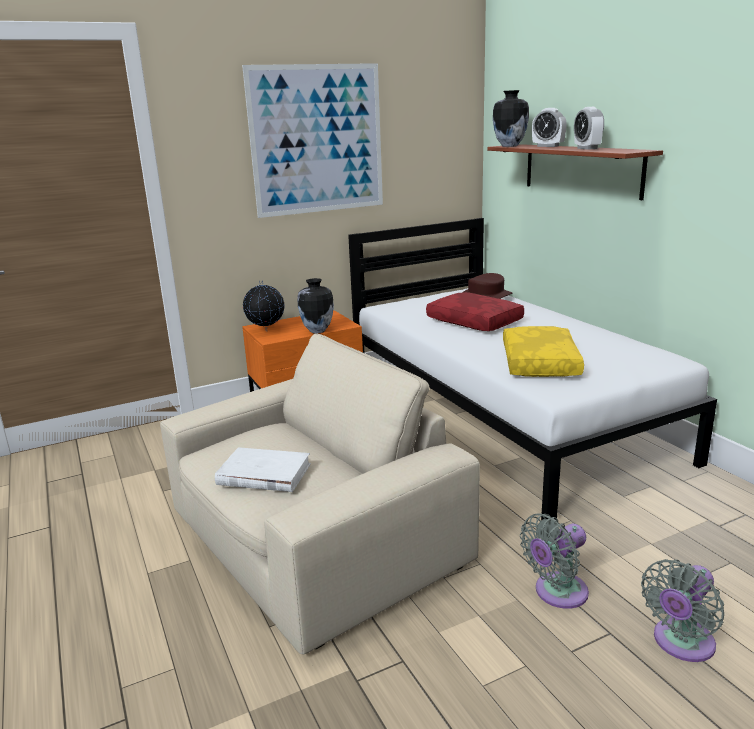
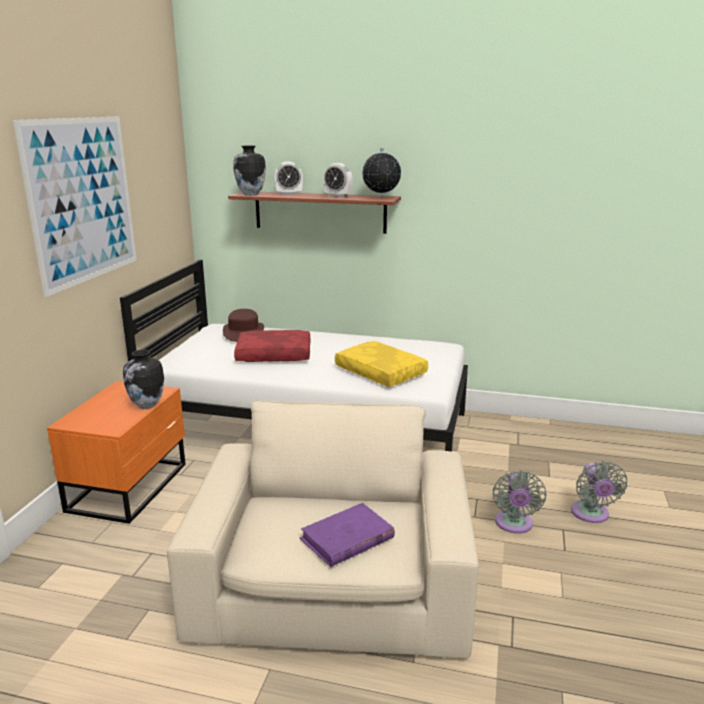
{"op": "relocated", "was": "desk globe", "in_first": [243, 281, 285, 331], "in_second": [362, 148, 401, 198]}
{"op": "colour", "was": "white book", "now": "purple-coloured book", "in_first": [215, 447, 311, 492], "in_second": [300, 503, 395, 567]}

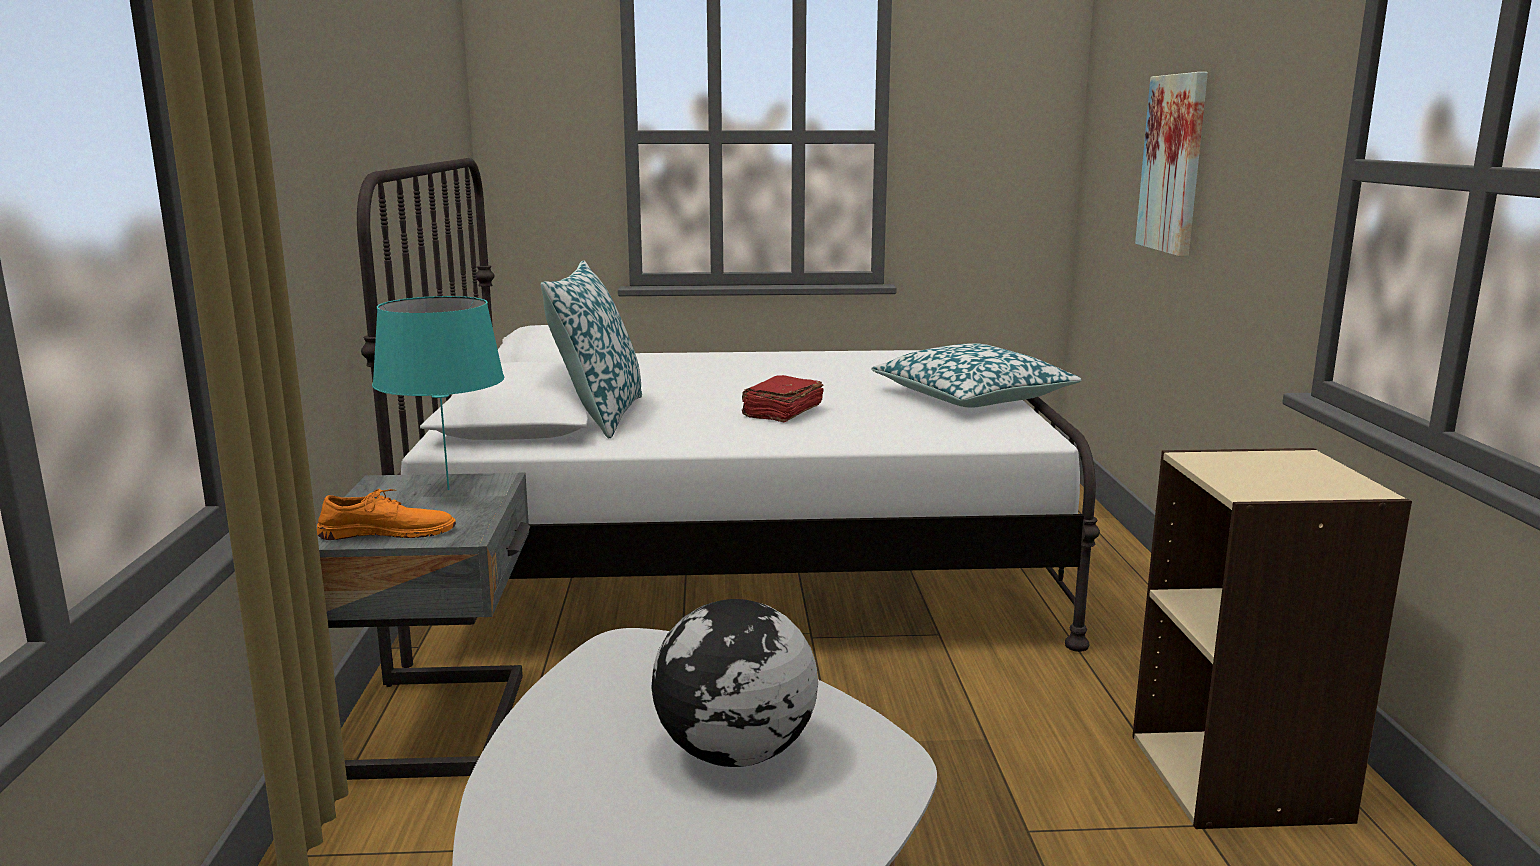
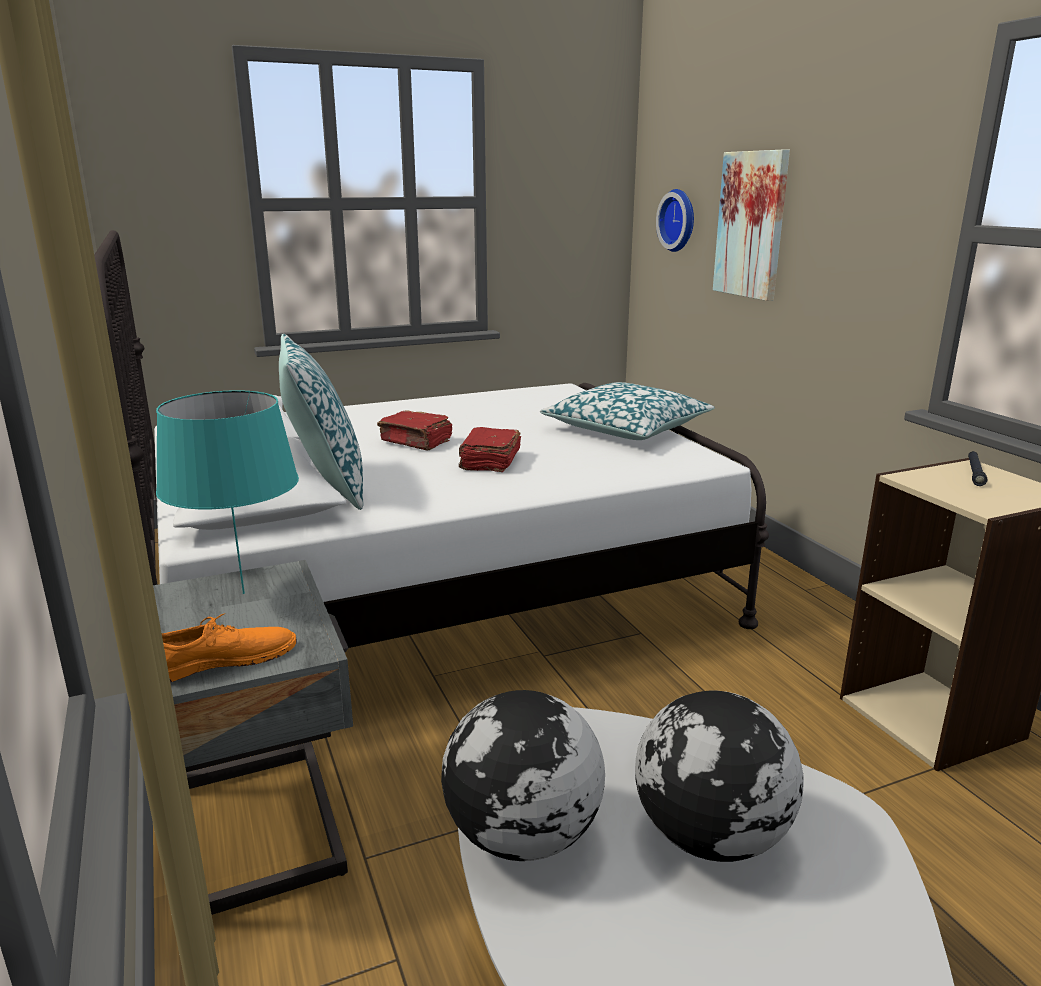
{"op": "appeared", "now": "reddish book", "in_second": [377, 410, 452, 450]}
{"op": "appeared", "now": "desk globe", "in_second": [441, 690, 605, 861]}
{"op": "appeared", "now": "wall clock", "in_second": [656, 189, 694, 252]}
{"op": "appeared", "now": "black flashlight", "in_second": [968, 451, 987, 486]}

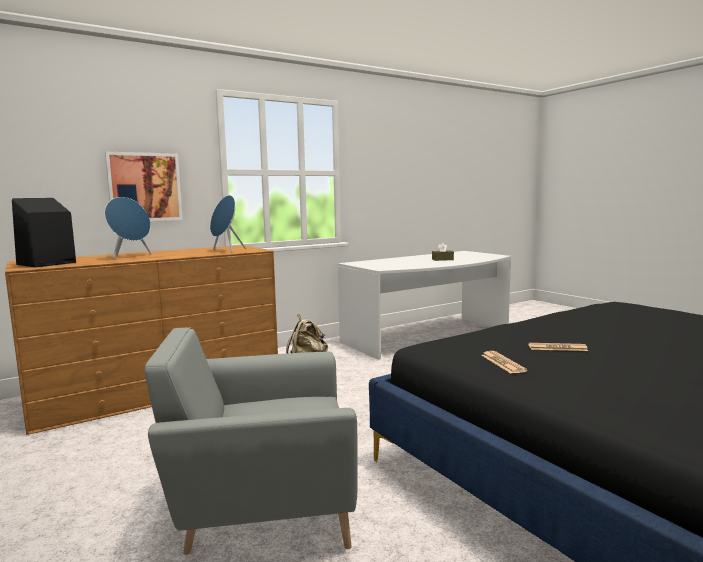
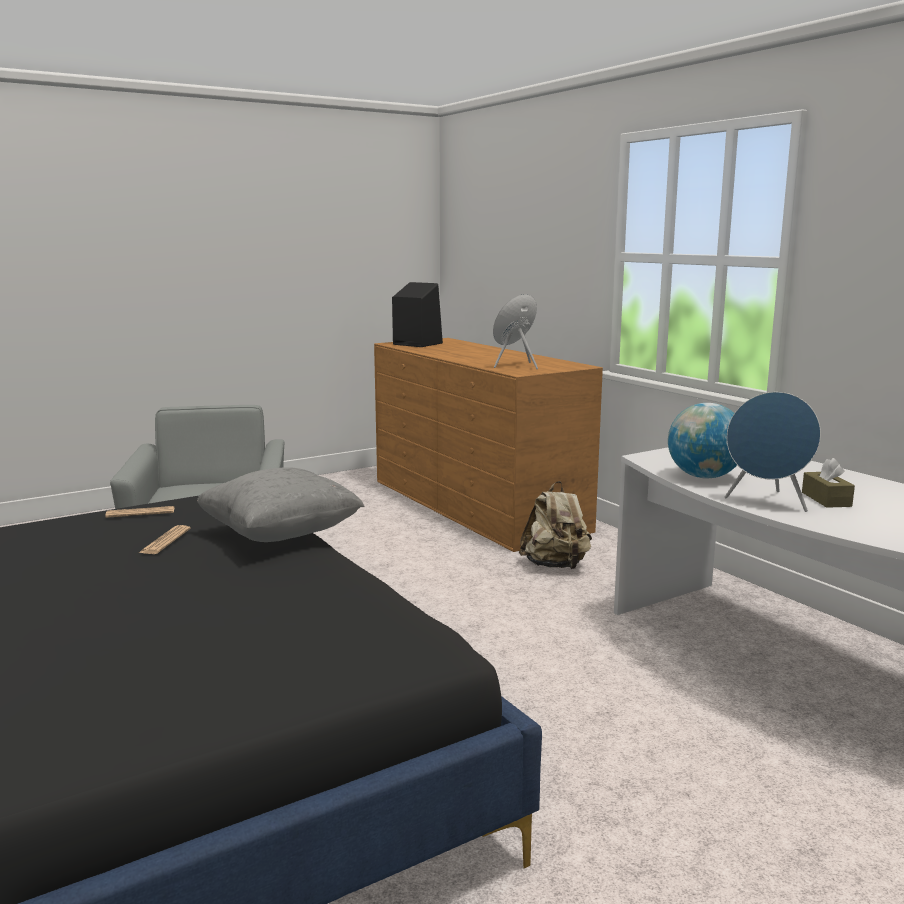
{"op": "missing", "was": "wall picture", "in_first": [105, 152, 183, 221]}
{"op": "appeared", "now": "greyish throw pillow", "in_second": [197, 467, 365, 542]}
{"op": "appeared", "now": "desk globe", "in_second": [668, 403, 737, 478]}
{"op": "relocated", "was": "blue-coloured loudspeaker", "in_first": [105, 197, 152, 259], "in_second": [725, 392, 821, 512]}

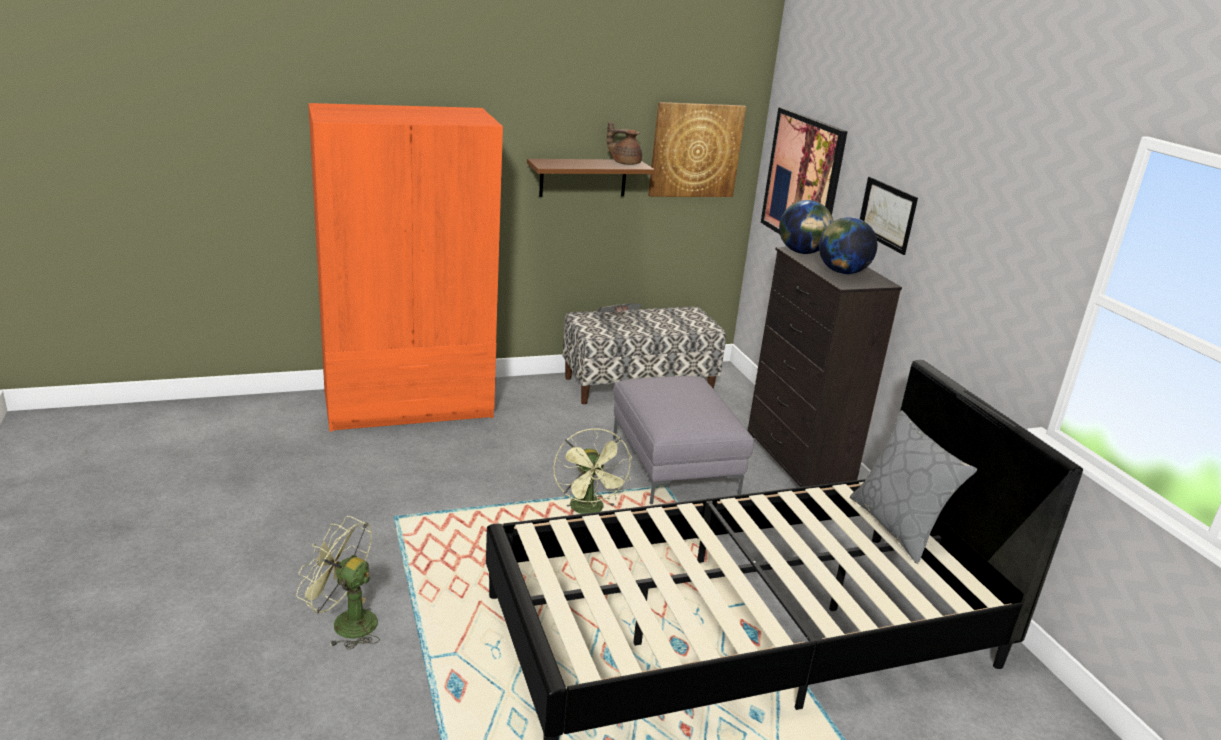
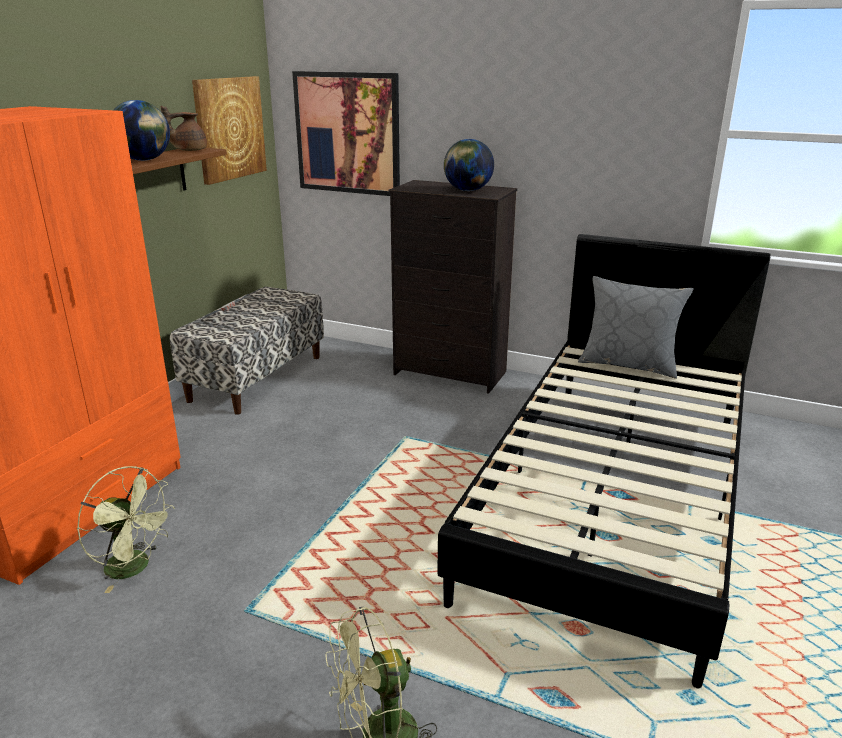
{"op": "missing", "was": "greyish pouffe", "in_first": [613, 376, 754, 504]}
{"op": "missing", "was": "wall picture", "in_first": [860, 177, 918, 255]}
{"op": "relocated", "was": "green-coloured fan", "in_first": [553, 428, 632, 514], "in_second": [77, 466, 175, 593]}
{"op": "relocated", "was": "desk globe", "in_first": [779, 200, 833, 254], "in_second": [114, 100, 170, 161]}

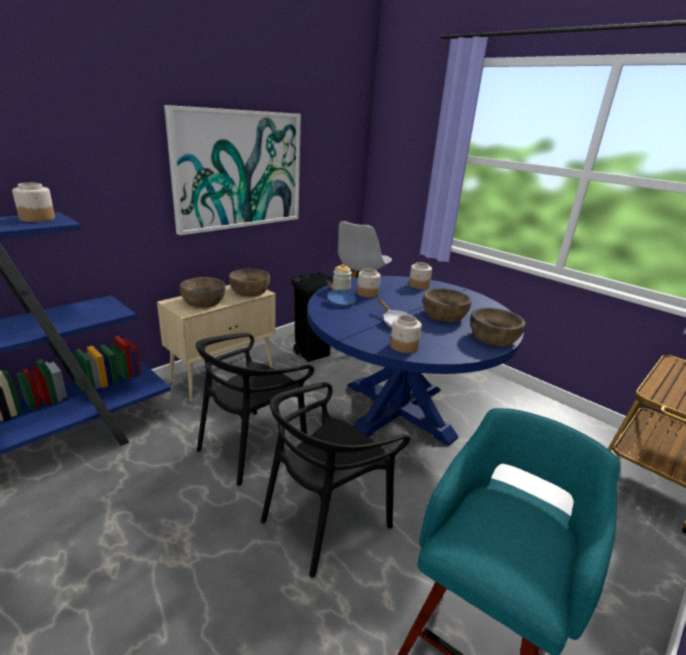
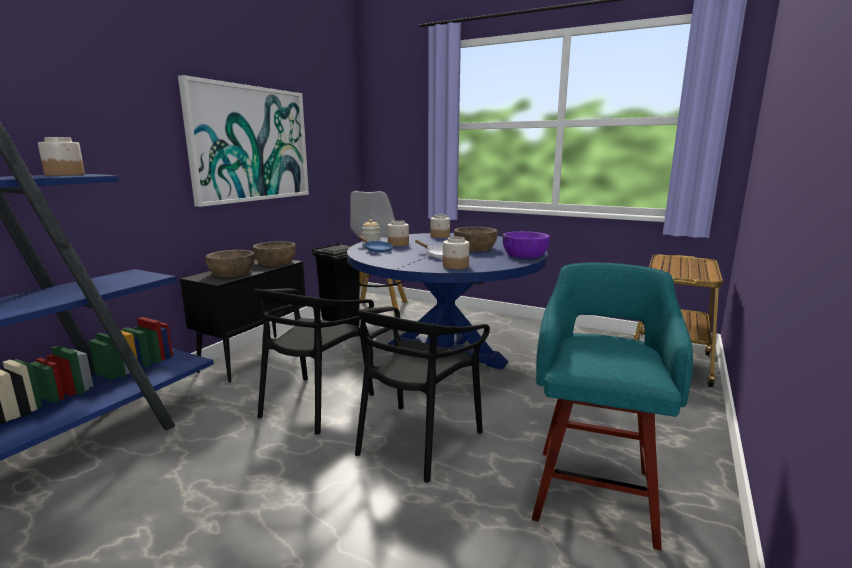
{"op": "colour", "was": "beige storage cabinet", "now": "black storage cabinet", "in_first": [157, 285, 276, 401], "in_second": [180, 260, 306, 383]}
{"op": "colour", "was": "brown-coloured deep dish", "now": "purple-coloured deep dish", "in_first": [470, 308, 526, 346], "in_second": [503, 231, 550, 258]}

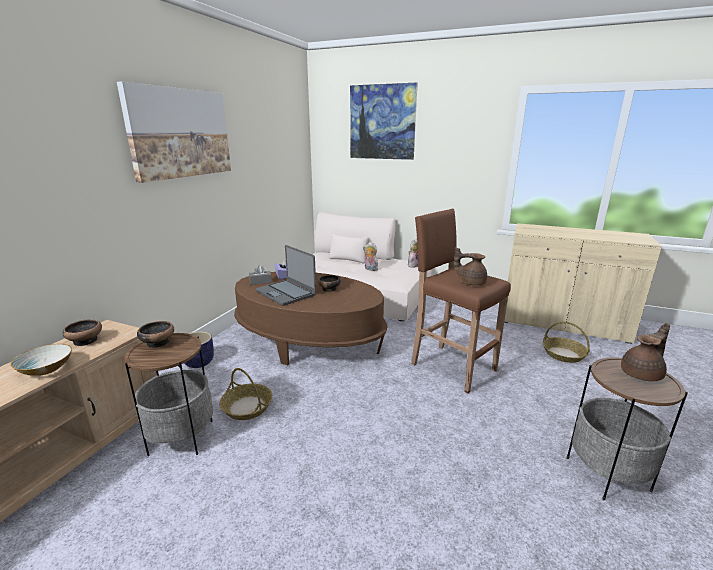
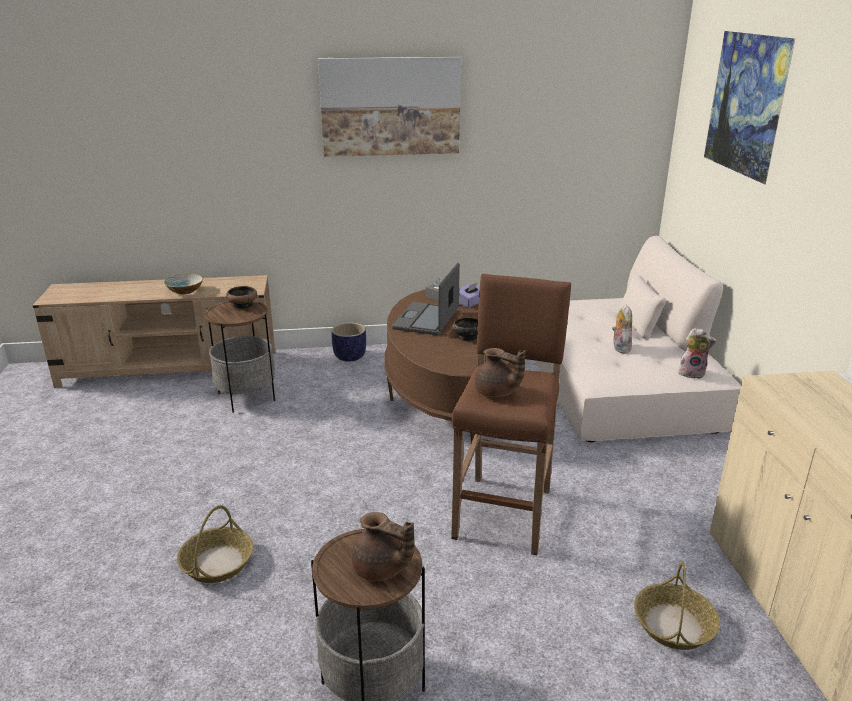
{"op": "missing", "was": "deep dish", "in_first": [62, 319, 102, 346]}
{"op": "relocated", "was": "household basket", "in_first": [219, 368, 273, 420], "in_second": [177, 505, 253, 583]}
{"op": "spun", "was": "brown-coloured tea pot", "in_first": [454, 247, 487, 286], "in_second": [475, 348, 526, 397], "clockwise": 135}

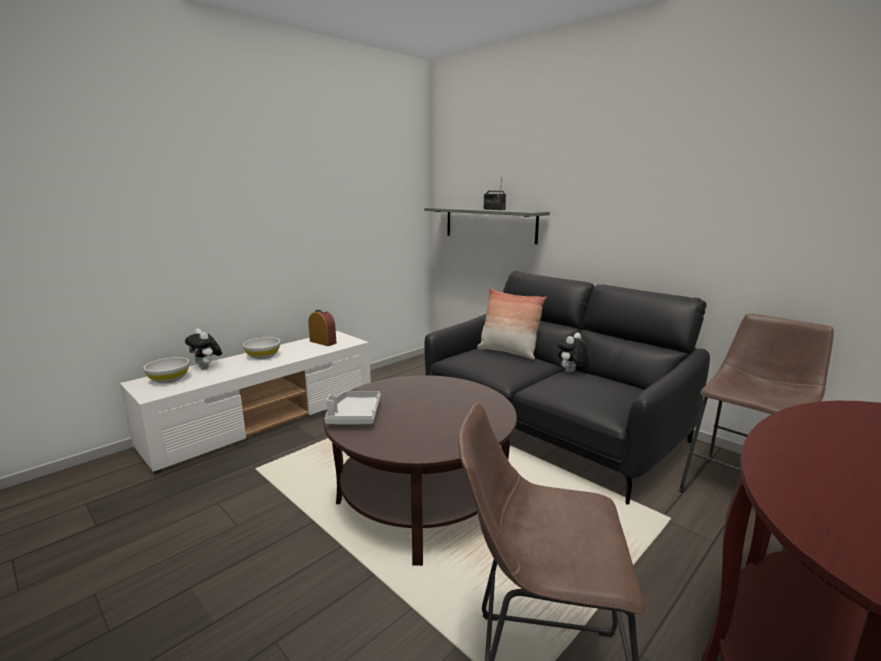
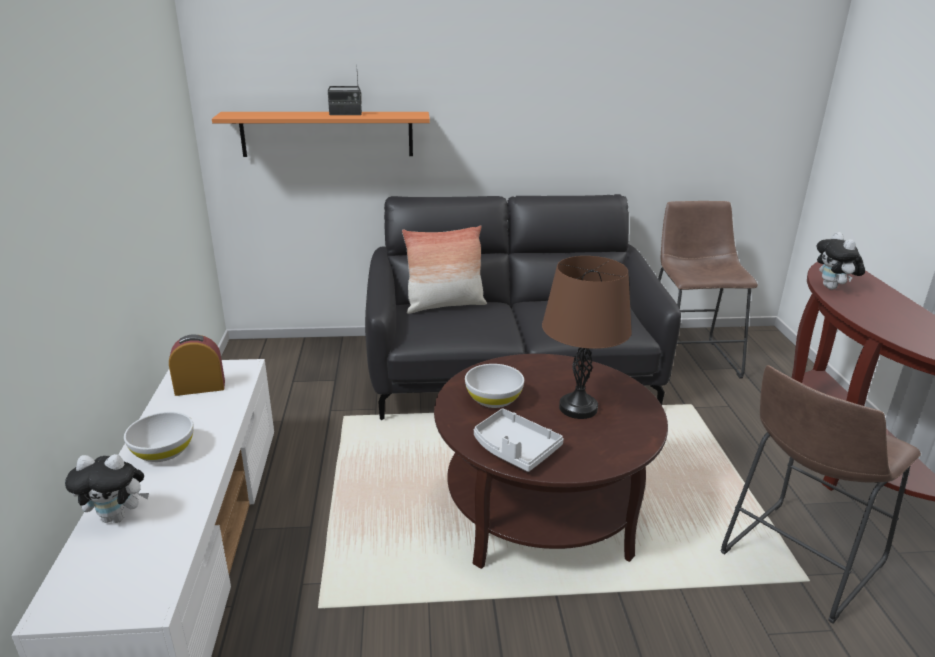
{"op": "appeared", "now": "brown-coloured table lamp", "in_second": [542, 256, 632, 419]}
{"op": "relocated", "was": "white deep dish", "in_first": [144, 357, 189, 384], "in_second": [465, 364, 524, 408]}
{"op": "relocated", "was": "plush toy", "in_first": [557, 333, 589, 373], "in_second": [817, 232, 865, 290]}
{"op": "colour", "was": "greyish wall shelf", "now": "orangey wall shelf", "in_first": [424, 207, 550, 244], "in_second": [212, 112, 430, 157]}

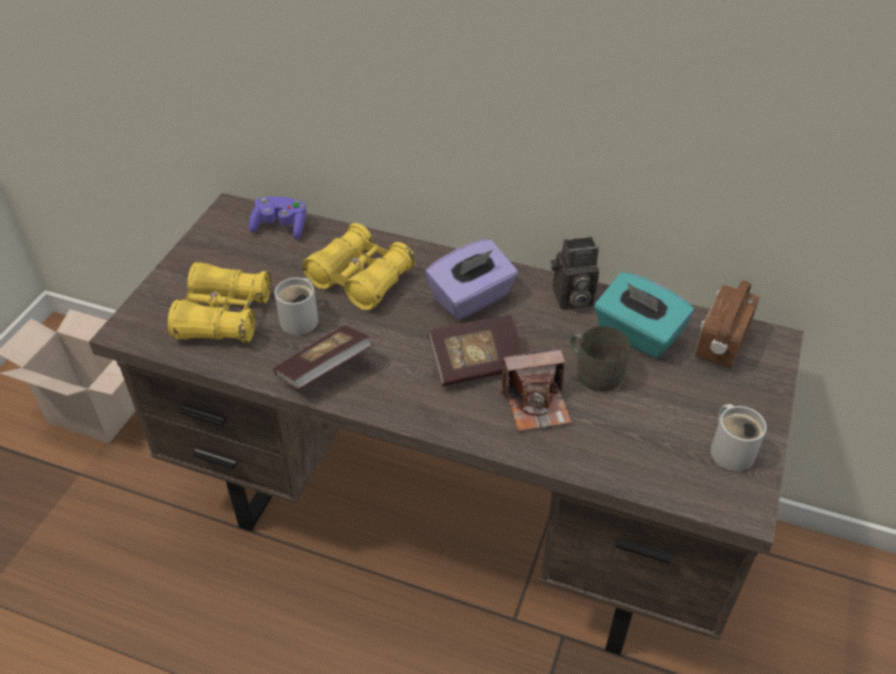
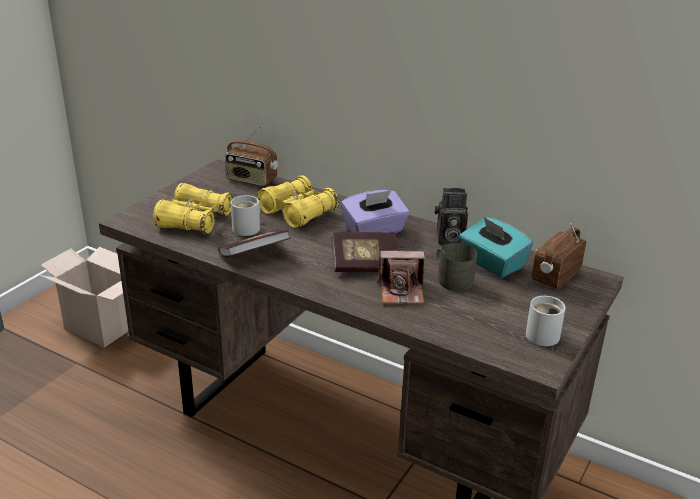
{"op": "exchanged", "was": "purple-coloured joypad", "now": "radio receiver", "in_first": [249, 196, 306, 239], "in_second": [225, 127, 278, 186]}

